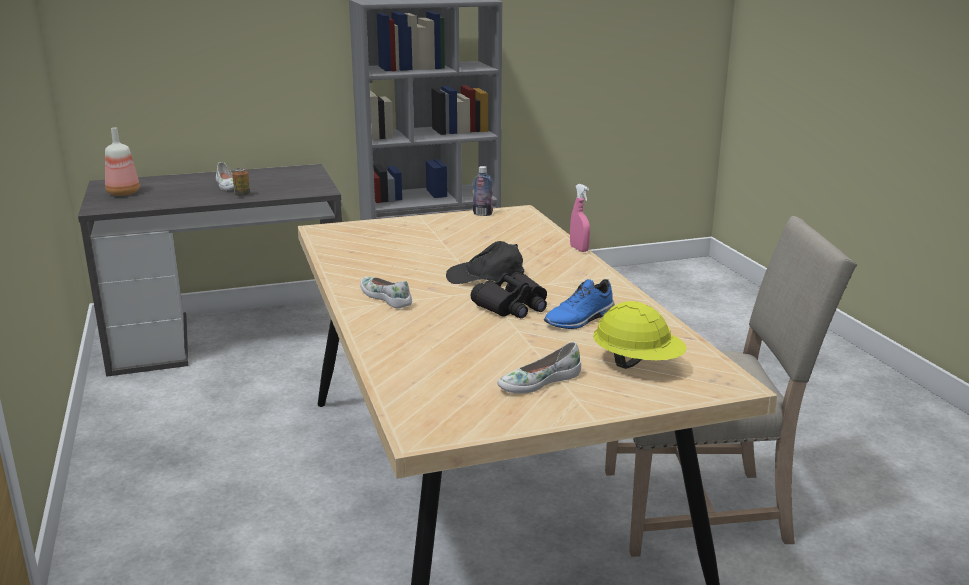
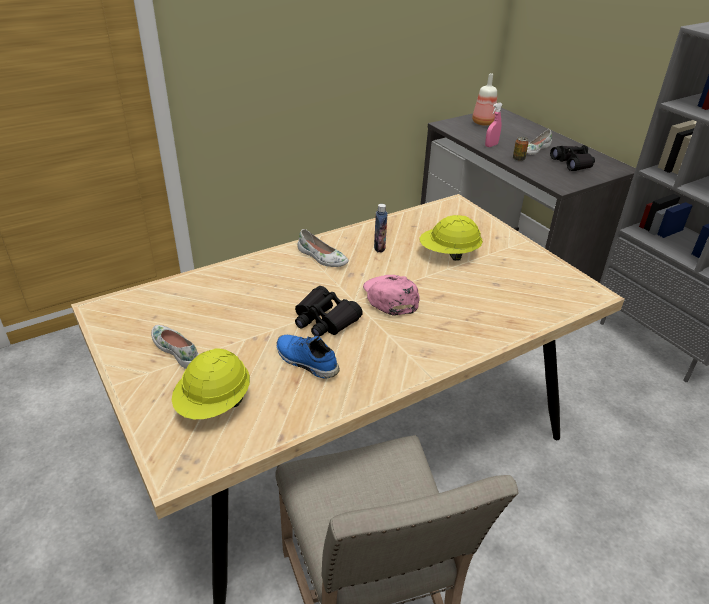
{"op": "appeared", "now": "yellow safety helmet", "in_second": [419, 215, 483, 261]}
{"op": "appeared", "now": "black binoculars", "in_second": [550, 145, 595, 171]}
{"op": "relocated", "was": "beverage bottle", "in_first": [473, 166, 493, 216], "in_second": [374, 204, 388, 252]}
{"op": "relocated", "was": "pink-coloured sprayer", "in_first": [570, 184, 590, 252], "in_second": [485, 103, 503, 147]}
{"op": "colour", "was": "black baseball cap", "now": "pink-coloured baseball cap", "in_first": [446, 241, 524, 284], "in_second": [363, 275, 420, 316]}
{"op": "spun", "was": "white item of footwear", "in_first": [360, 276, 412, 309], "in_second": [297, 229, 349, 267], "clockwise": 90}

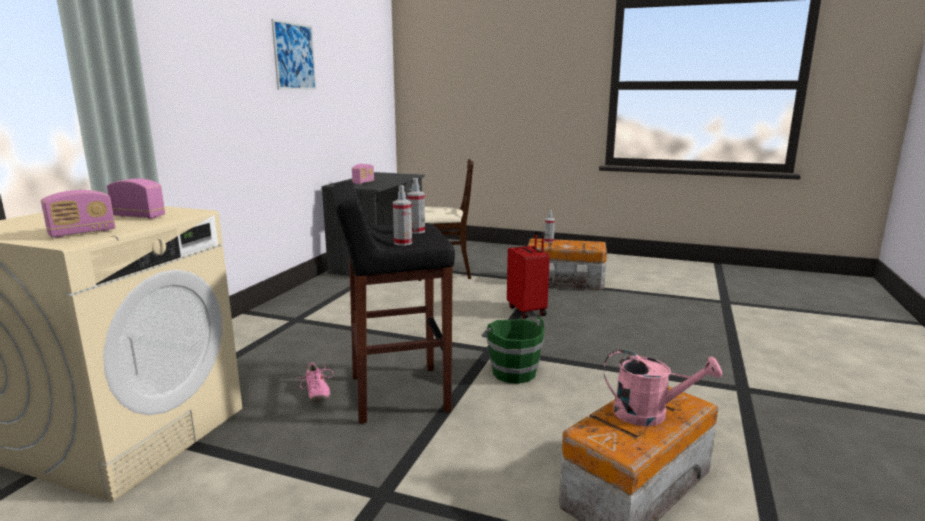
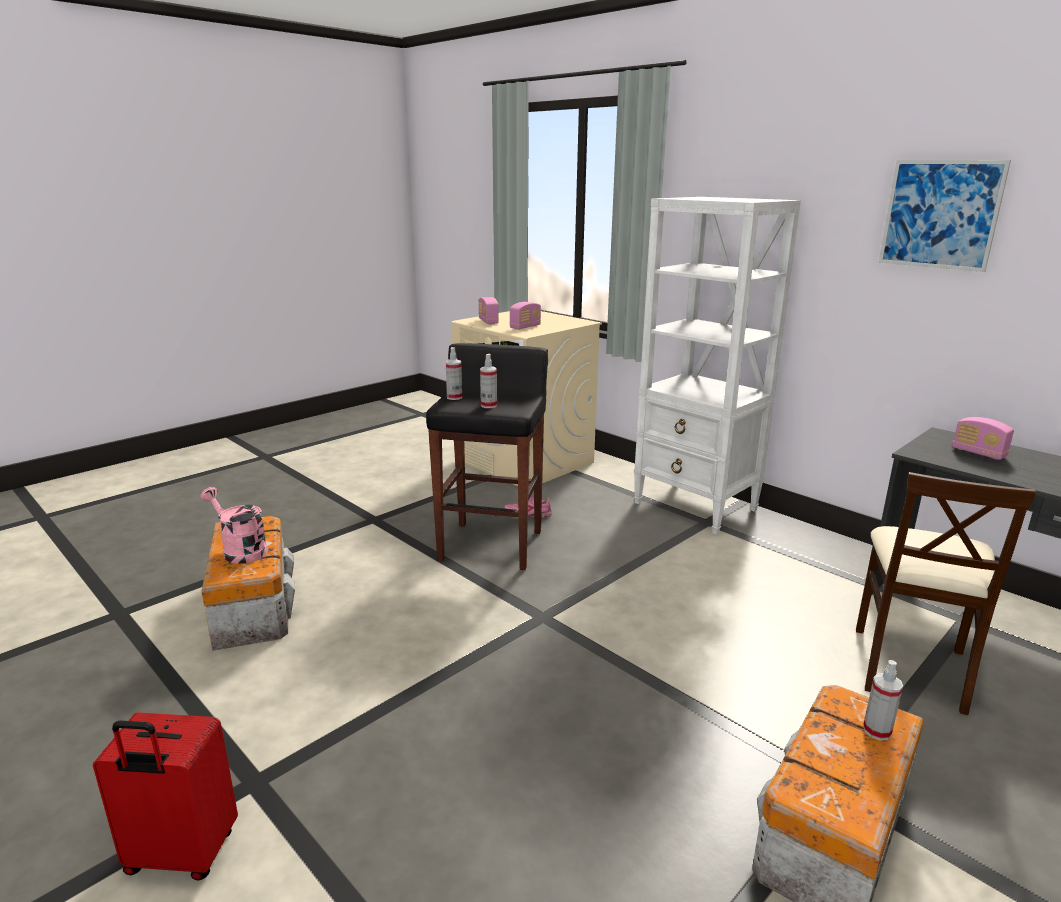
{"op": "missing", "was": "green-coloured water bucket", "in_first": [481, 317, 545, 384]}
{"op": "appeared", "now": "white shelving unit", "in_second": [634, 197, 801, 535]}
{"op": "relocated", "was": "reddish travel case", "in_first": [507, 231, 550, 319], "in_second": [93, 713, 238, 881]}
{"op": "spun", "was": "pink-coloured watering pot", "in_first": [604, 350, 722, 426], "in_second": [200, 487, 268, 564], "clockwise": 90}

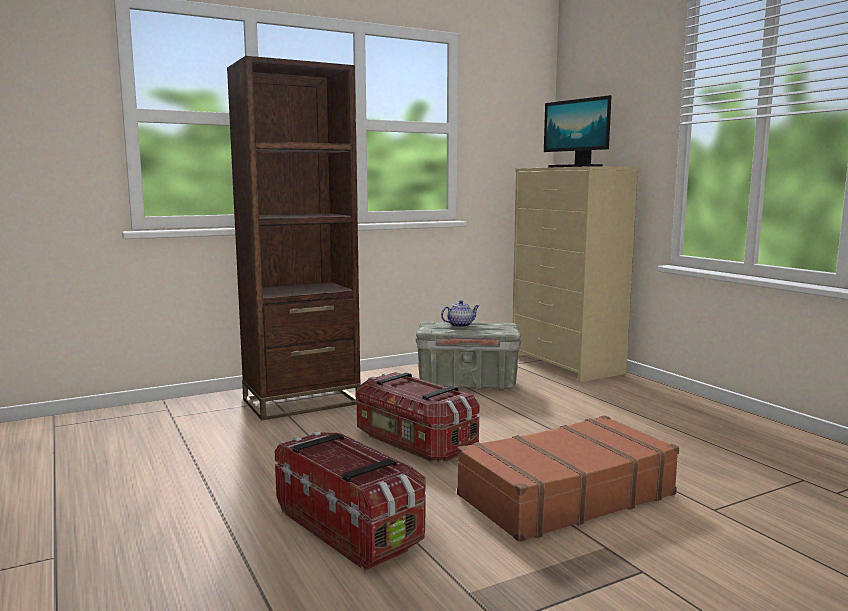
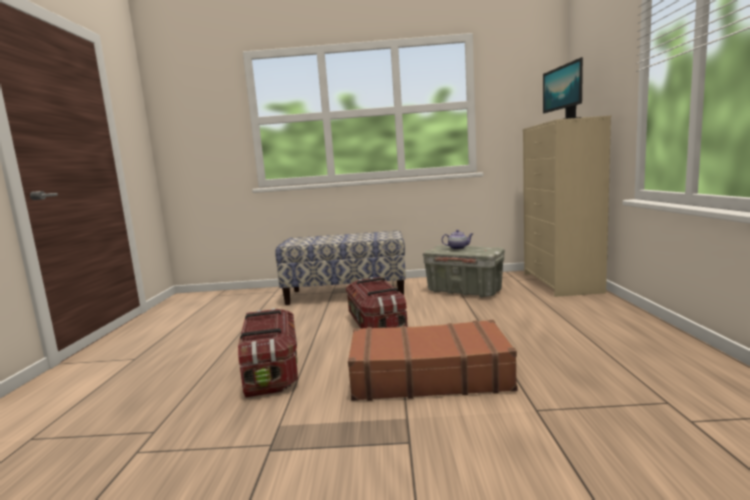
{"op": "exchanged", "was": "brown-coloured shelving unit", "now": "bench", "in_first": [227, 56, 361, 420], "in_second": [275, 230, 406, 305]}

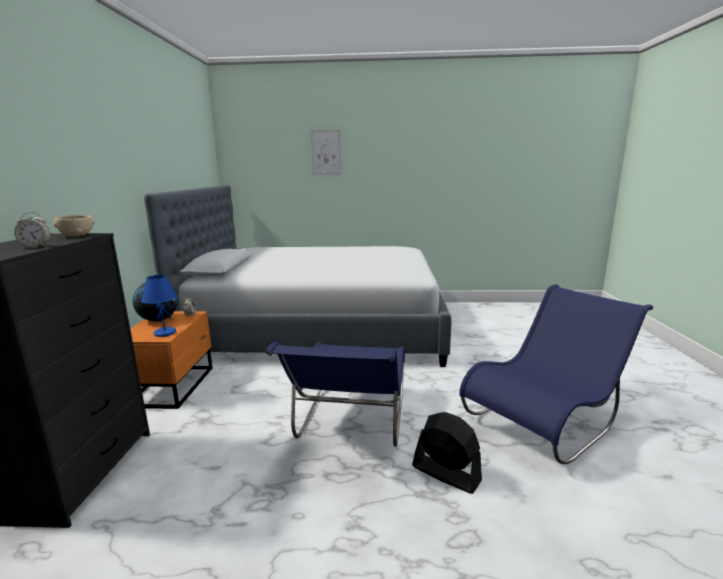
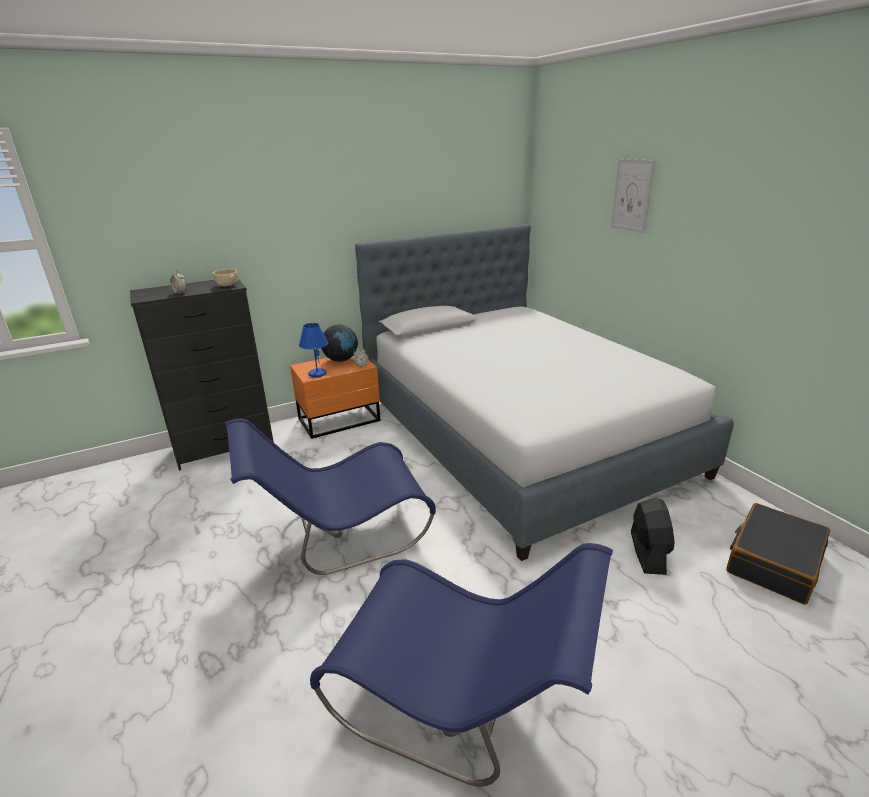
{"op": "appeared", "now": "black travel case", "in_second": [726, 503, 830, 604]}
{"op": "relocated", "was": "black fan", "in_first": [412, 412, 482, 494], "in_second": [631, 498, 675, 575]}

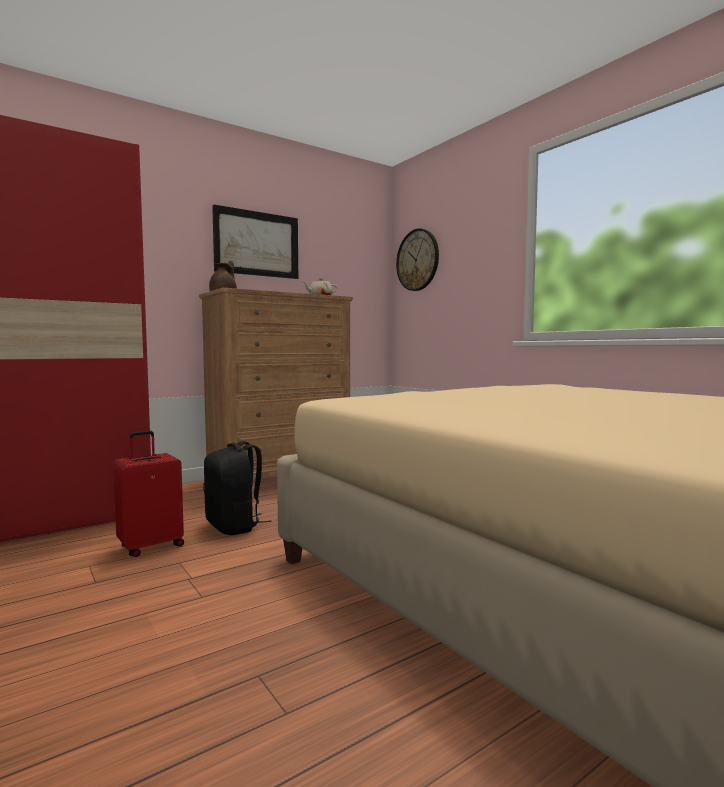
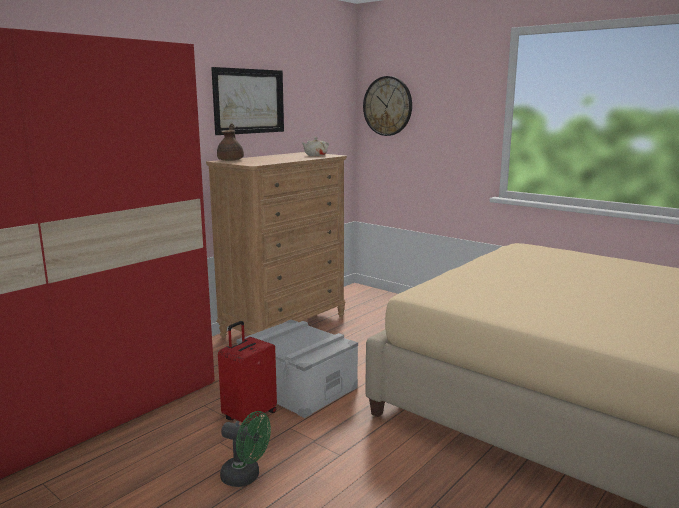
{"op": "appeared", "now": "green-coloured fan", "in_second": [220, 411, 271, 487]}
{"op": "exchanged", "was": "black backpack", "now": "greyish storage box", "in_first": [203, 441, 272, 535], "in_second": [236, 320, 358, 418]}

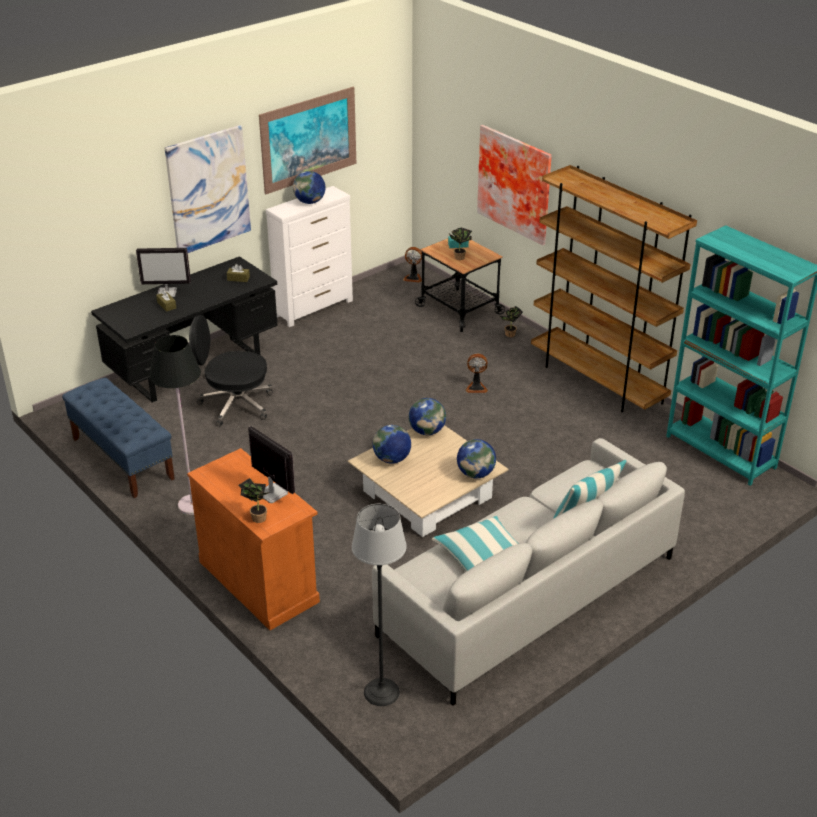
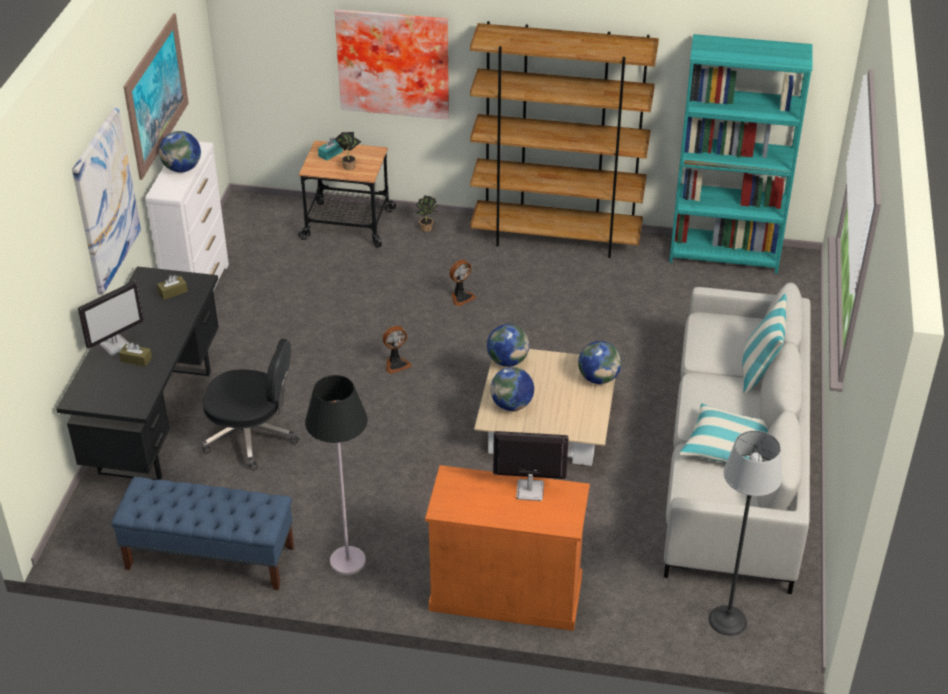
{"op": "missing", "was": "potted plant", "in_first": [239, 478, 269, 523]}
{"op": "relocated", "was": "fan", "in_first": [403, 247, 422, 283], "in_second": [382, 326, 412, 374]}
{"op": "spun", "was": "black computer chair", "in_first": [189, 315, 273, 427], "in_second": [202, 339, 299, 470], "clockwise": -135}

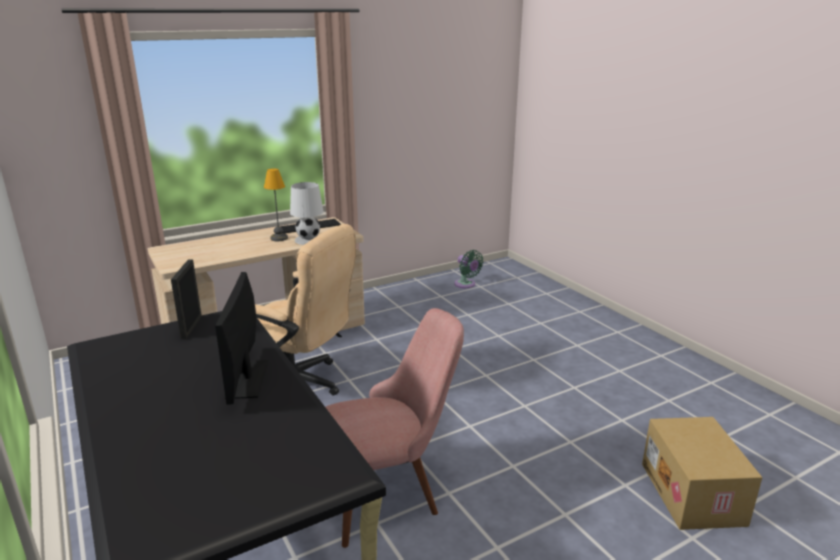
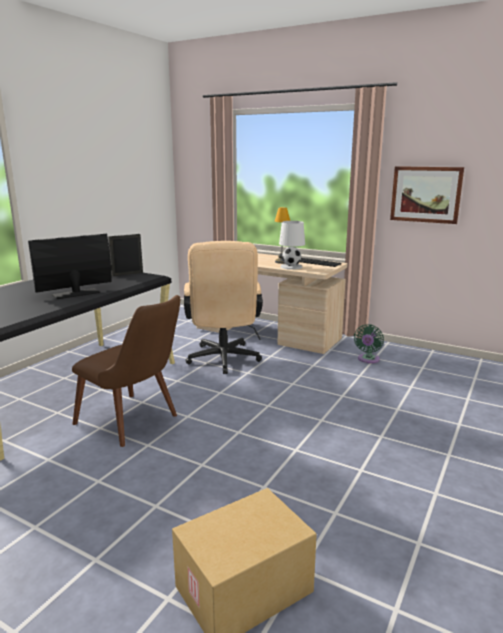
{"op": "appeared", "now": "wall picture", "in_second": [390, 166, 464, 224]}
{"op": "relocated", "was": "green-coloured fan", "in_first": [454, 250, 484, 288], "in_second": [354, 324, 384, 363]}
{"op": "colour", "was": "pink-coloured chair", "now": "brown-coloured chair", "in_first": [326, 308, 464, 548], "in_second": [72, 295, 180, 447]}

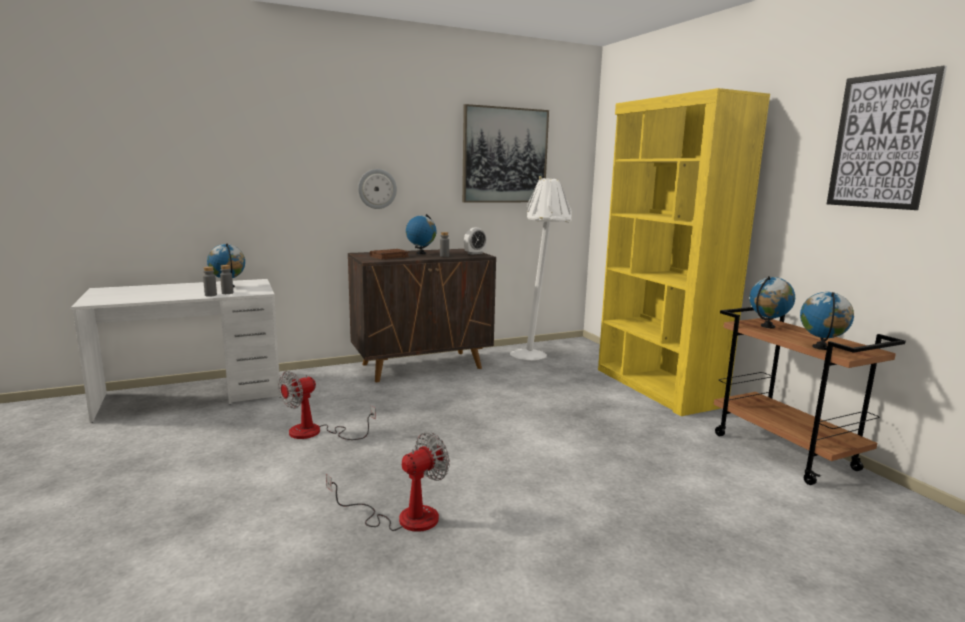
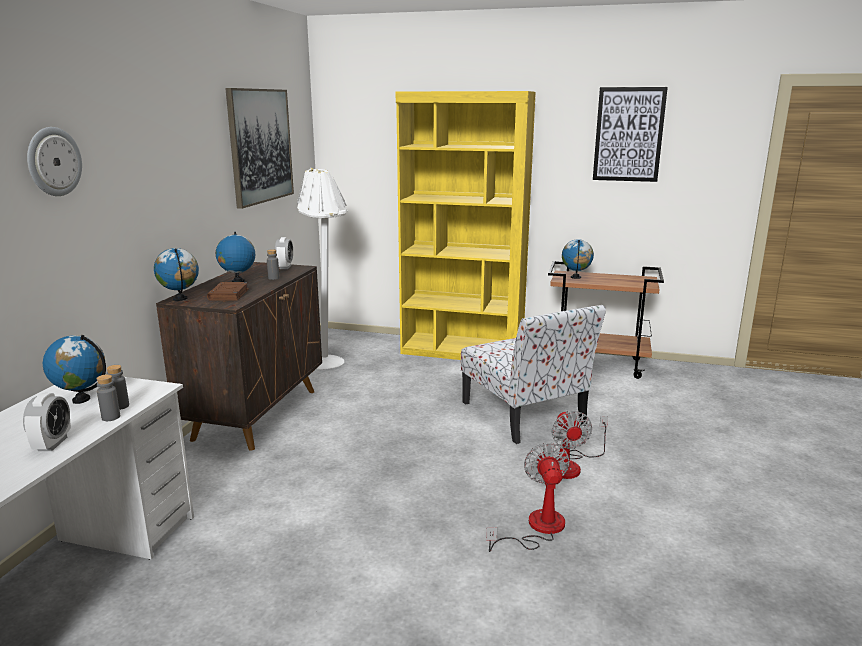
{"op": "appeared", "now": "bedside clock", "in_second": [23, 393, 71, 451]}
{"op": "appeared", "now": "chair", "in_second": [461, 305, 606, 444]}
{"op": "relocated", "was": "fan", "in_first": [278, 371, 376, 440], "in_second": [551, 410, 608, 479]}
{"op": "relocated", "was": "wall clock", "in_first": [358, 169, 397, 209], "in_second": [27, 127, 82, 196]}
{"op": "relocated", "was": "desk globe", "in_first": [800, 292, 854, 350], "in_second": [154, 248, 199, 301]}

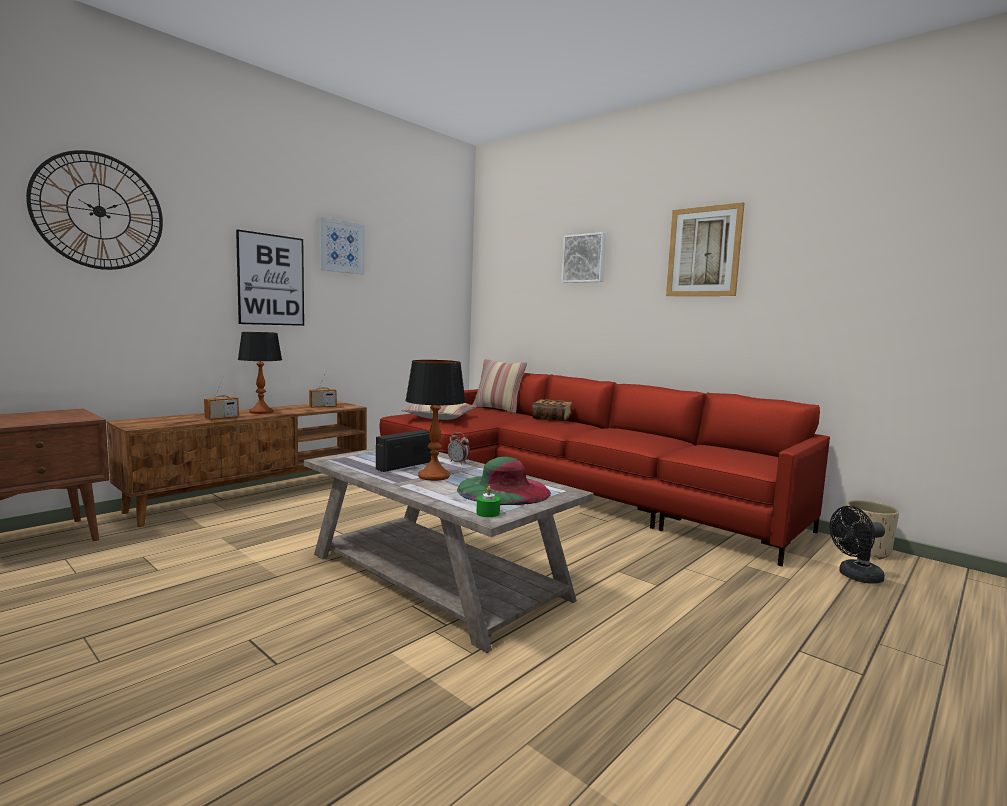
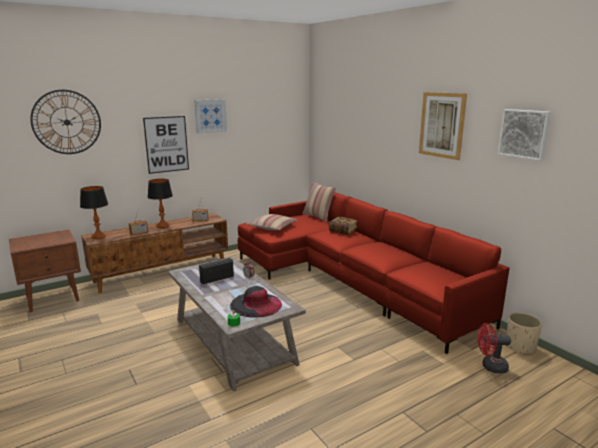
{"op": "relocated", "was": "table lamp", "in_first": [405, 360, 466, 481], "in_second": [80, 186, 108, 239]}
{"op": "relocated", "was": "wall picture", "in_first": [561, 232, 606, 283], "in_second": [498, 109, 551, 161]}
{"op": "colour", "was": "green-coloured clothing hat", "now": "black clothing hat", "in_first": [457, 457, 551, 505], "in_second": [230, 286, 282, 317]}
{"op": "colour", "was": "black fan", "now": "reddish fan", "in_first": [830, 506, 885, 584], "in_second": [477, 323, 511, 374]}

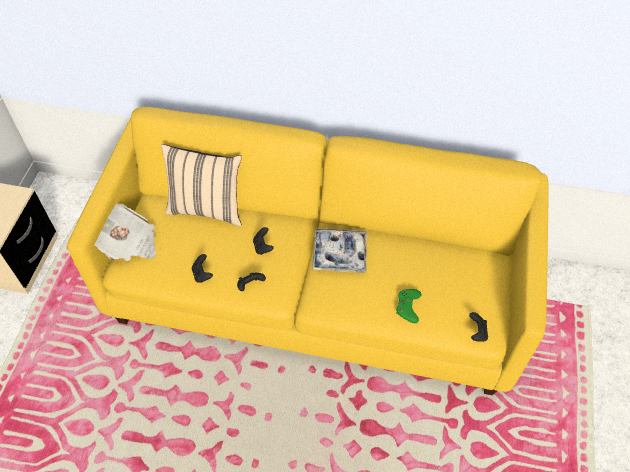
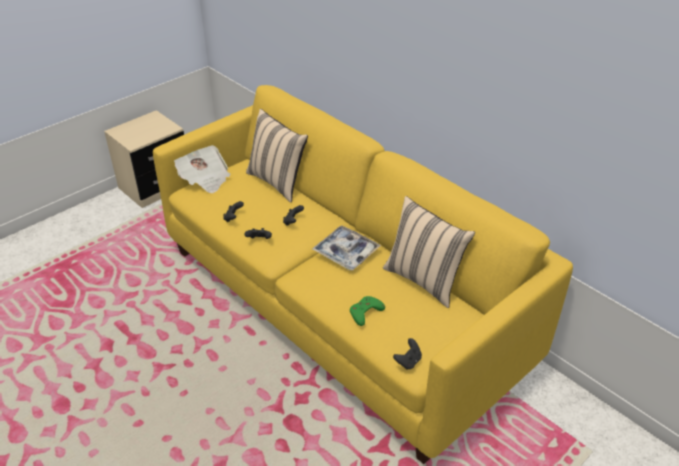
{"op": "appeared", "now": "beige throw pillow", "in_second": [383, 196, 475, 308]}

